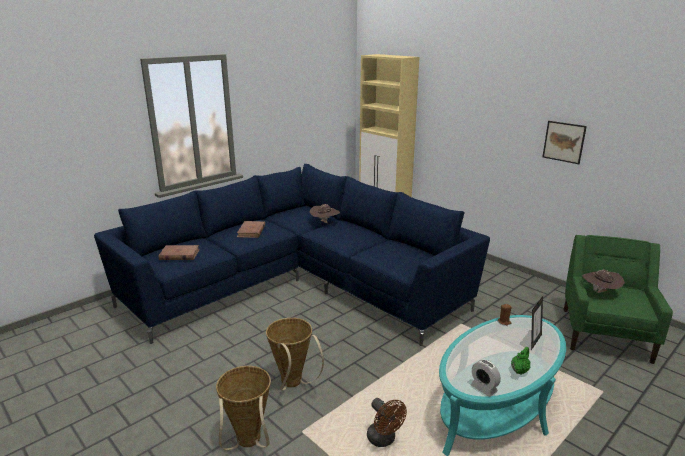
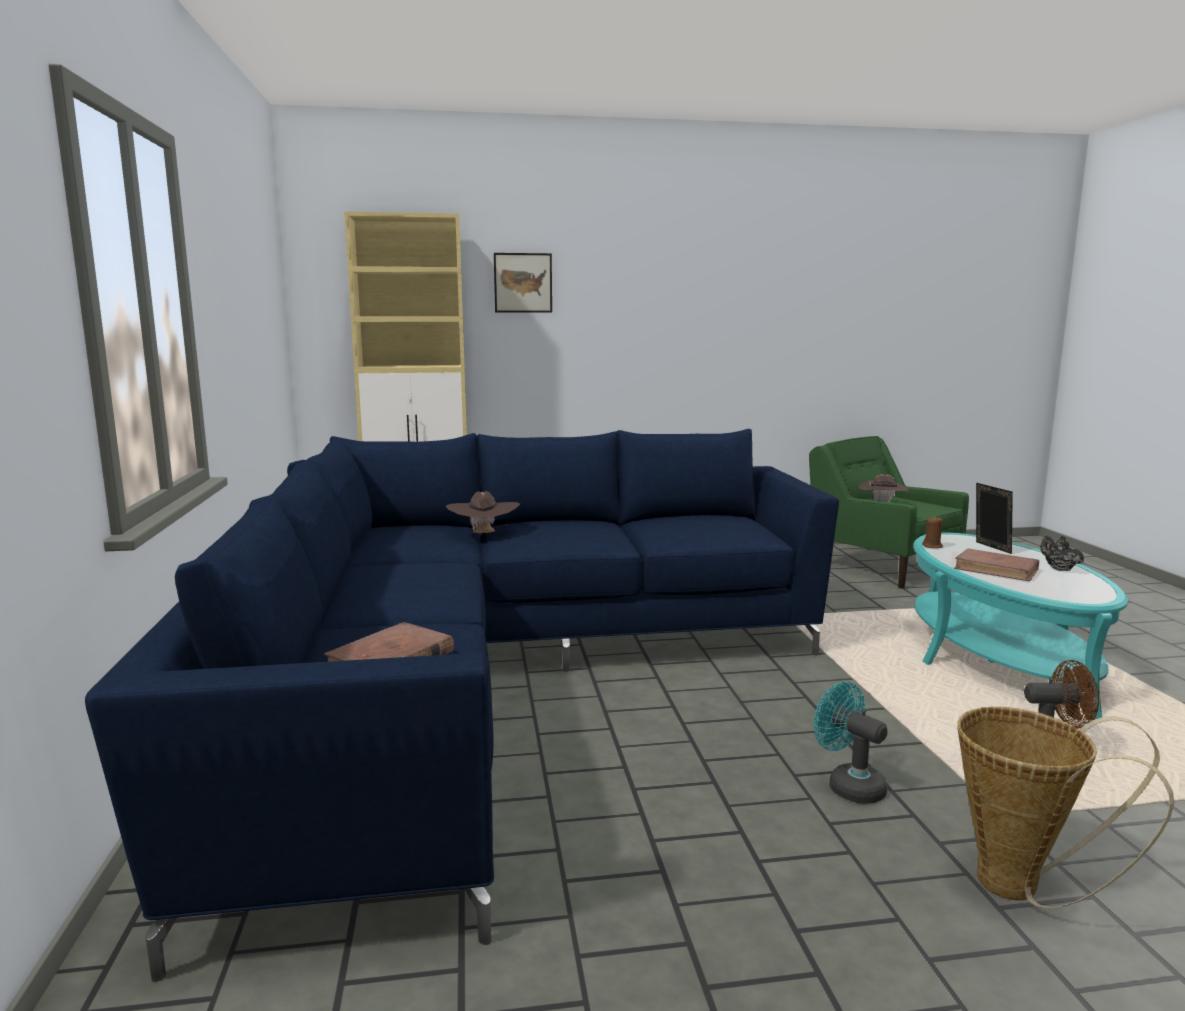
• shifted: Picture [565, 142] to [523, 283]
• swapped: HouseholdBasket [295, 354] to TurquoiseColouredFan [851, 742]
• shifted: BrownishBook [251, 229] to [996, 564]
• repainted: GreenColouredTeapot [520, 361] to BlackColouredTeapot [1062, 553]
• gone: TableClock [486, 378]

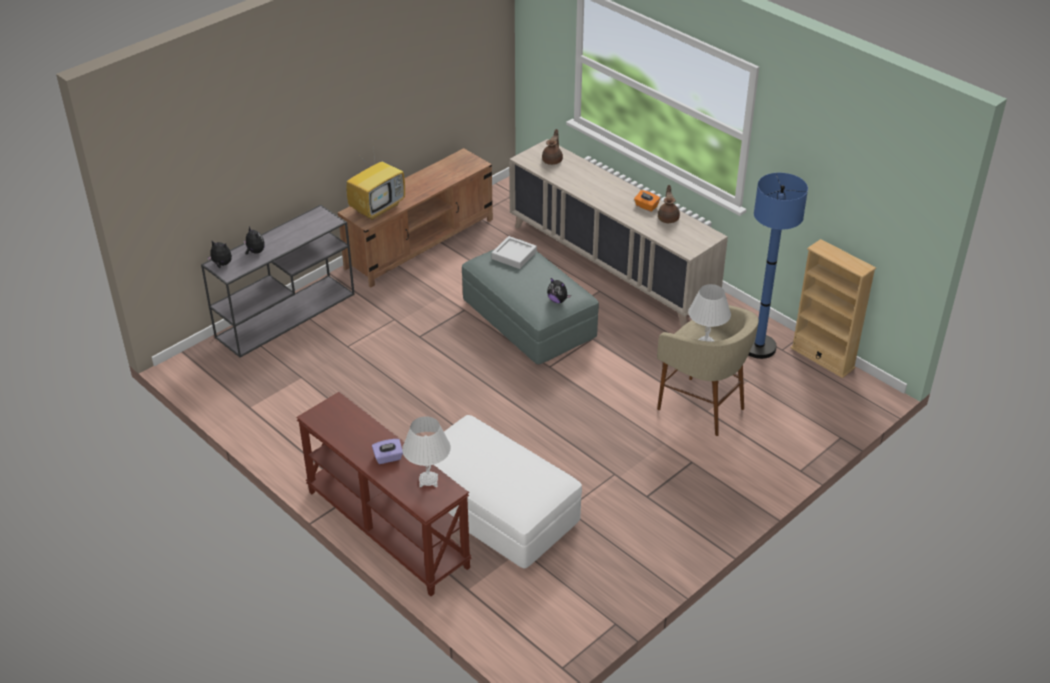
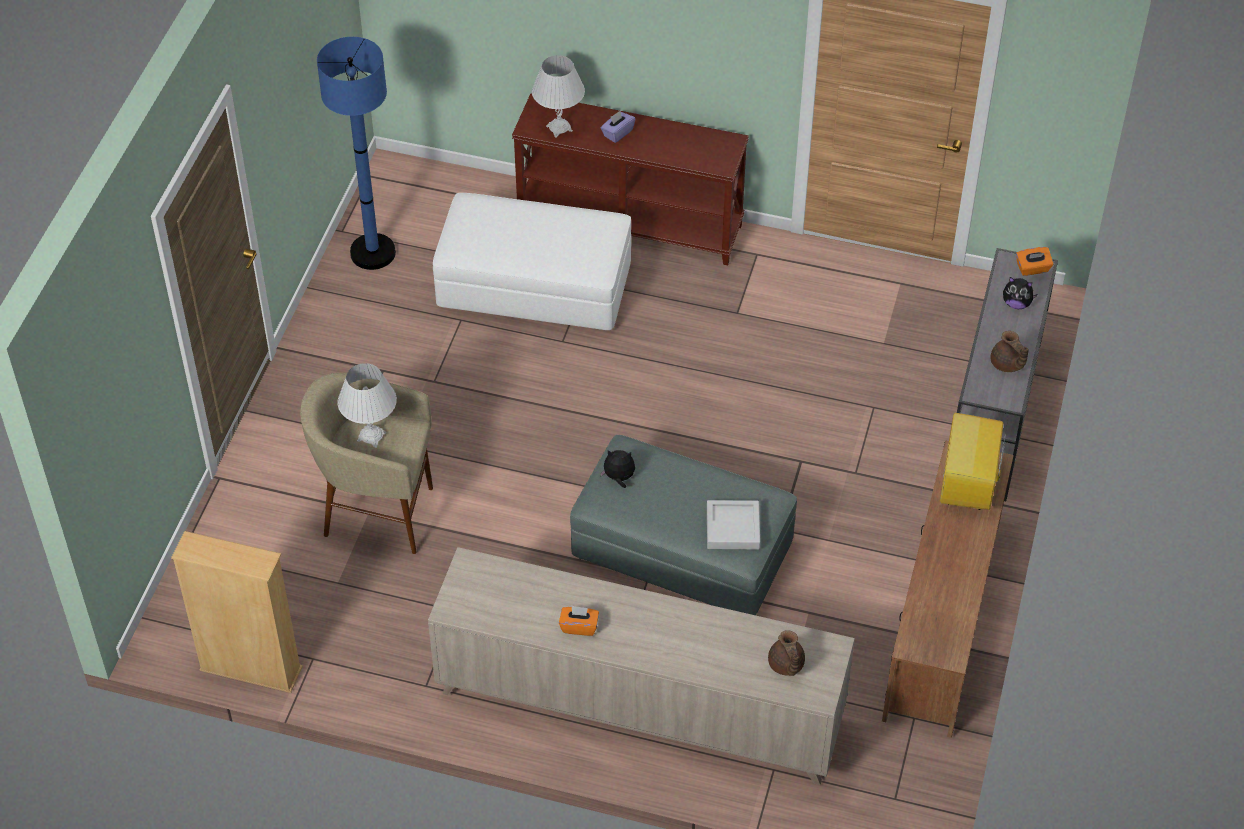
• shifted: BlueStandardLamp [778, 266] to [356, 153]
• shifted: BrownishTeapot [669, 204] to [1010, 351]
• swapped: SoftToy [219, 254] to OrangeColouredBoxOfTissues [1034, 261]

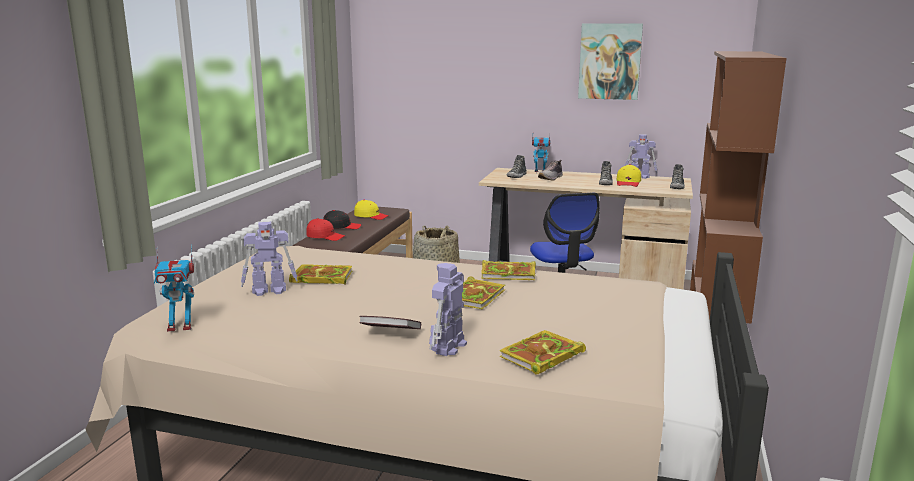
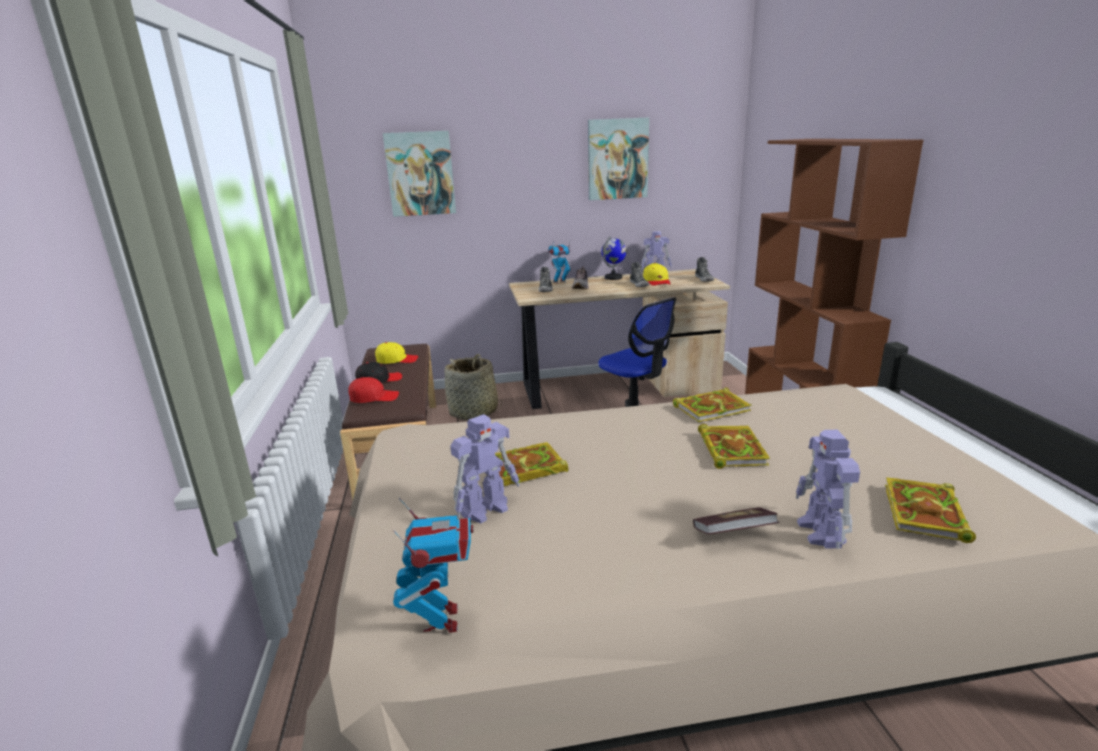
• new: Picture [419, 174]
• rotated: RobotFigure [174, 288] = [433, 565] 60 degrees counterclockwise
• new: Globe [614, 258]

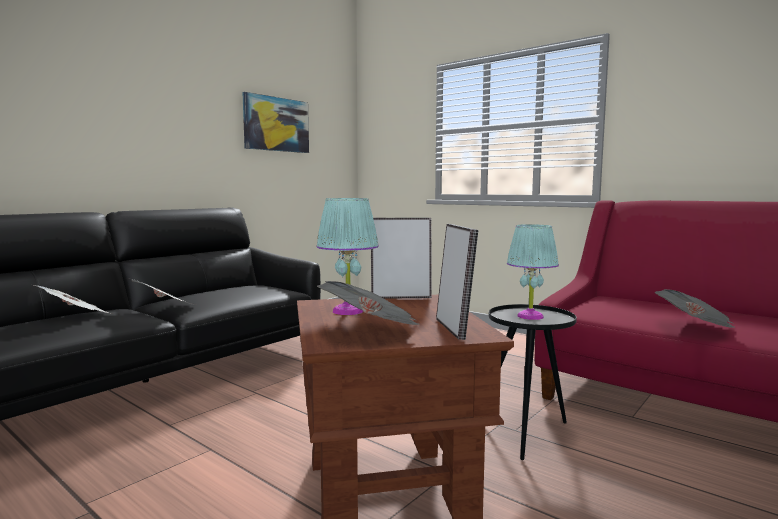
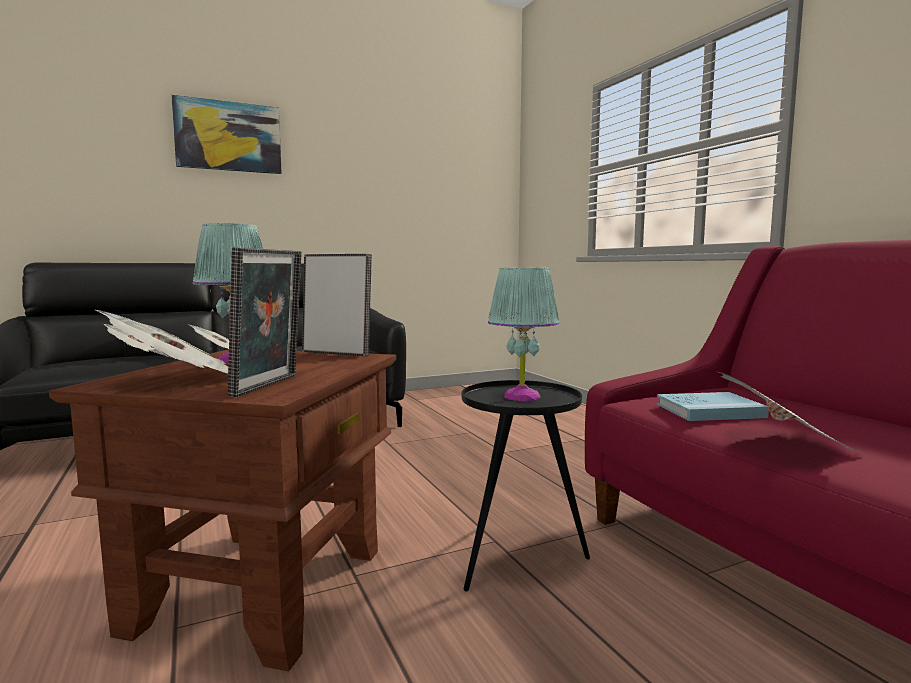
• shifted: Picture [275, 122] to [226, 134]
• new: BlueBook [713, 406]

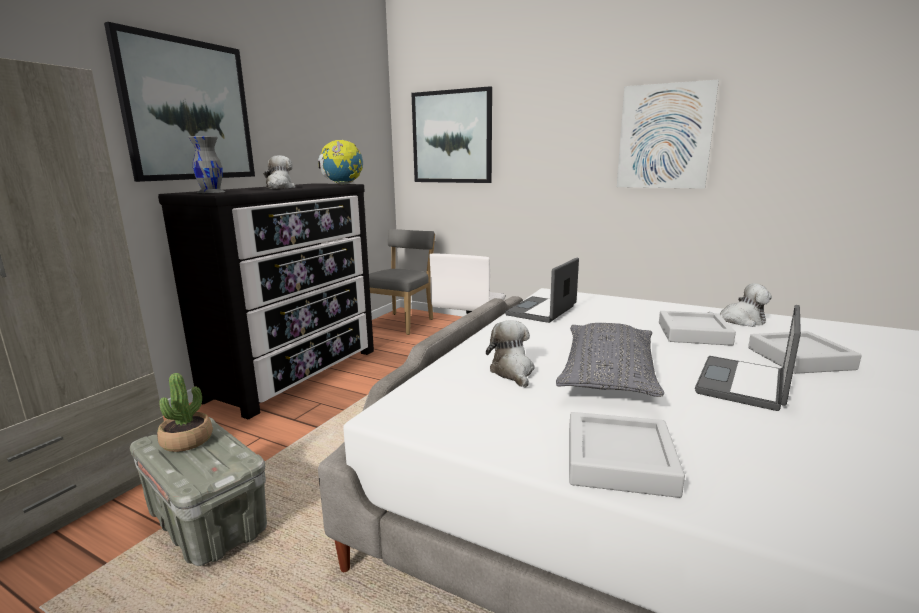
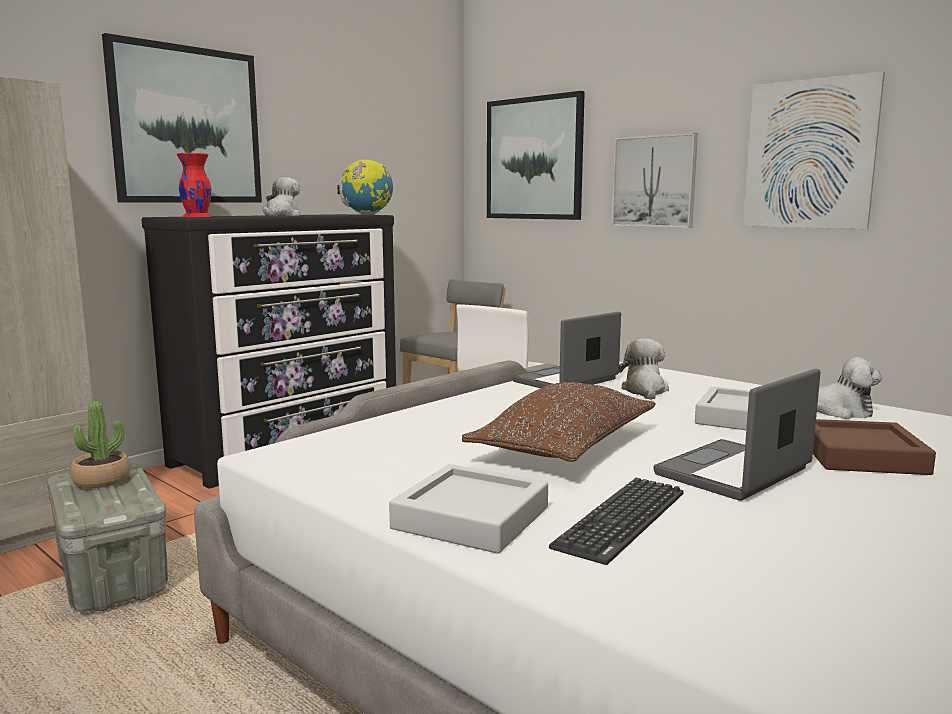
• repainted: GrayDecorativeVase [206, 164] to RedDecorativeVase [194, 185]
• repainted: GrayPillow [610, 360] to BrownishPillow [559, 422]
• new: PcKeyboard [616, 521]
• new: Picture [654, 180]
• shifted: SoftToy [510, 354] to [643, 369]
• repainted: GrayServingTray [805, 352] to BrownishServingTray [874, 447]

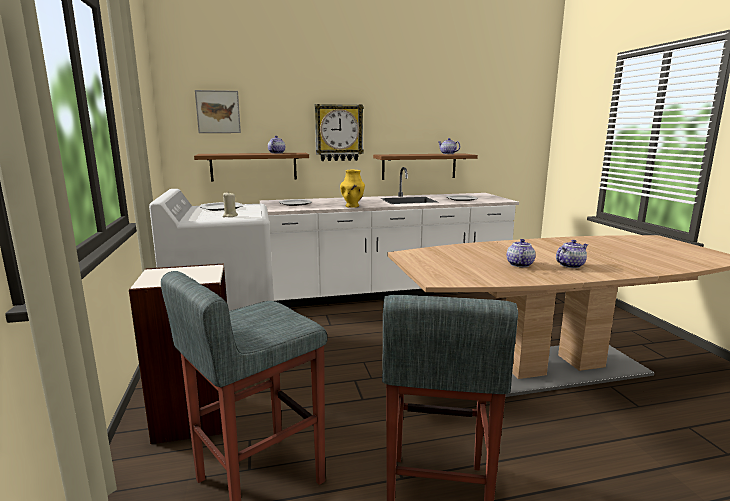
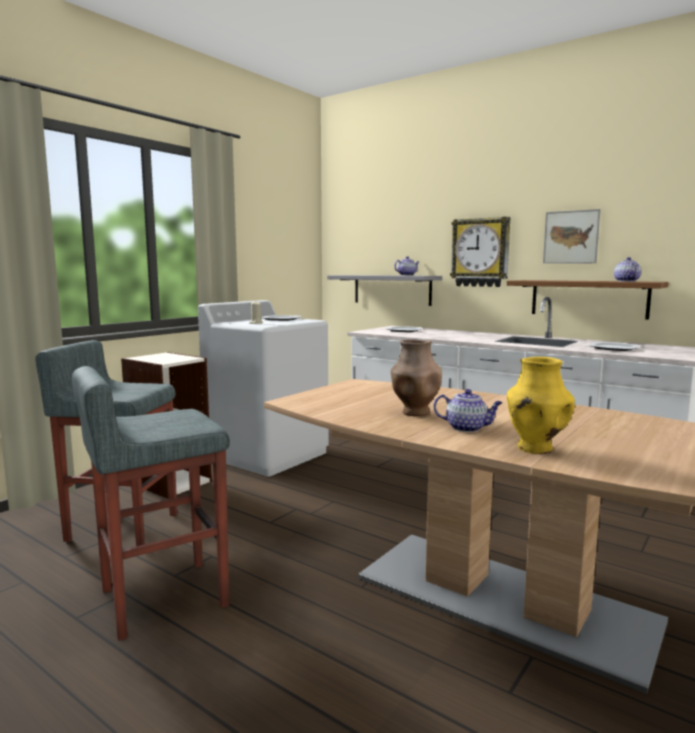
• repainted: BrownishWallShelf [251, 167] to GrayWallShelf [384, 290]
• swapped: Teapot [521, 253] to BrownishDecorativeVase [416, 377]
• shifted: YellowishDecorativeVase [352, 189] to [541, 405]
• shifted: Picture [218, 111] to [572, 236]

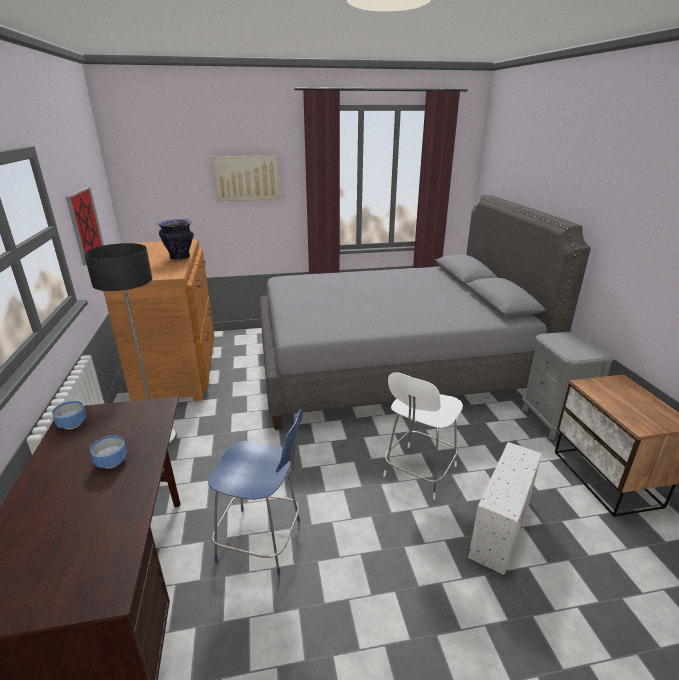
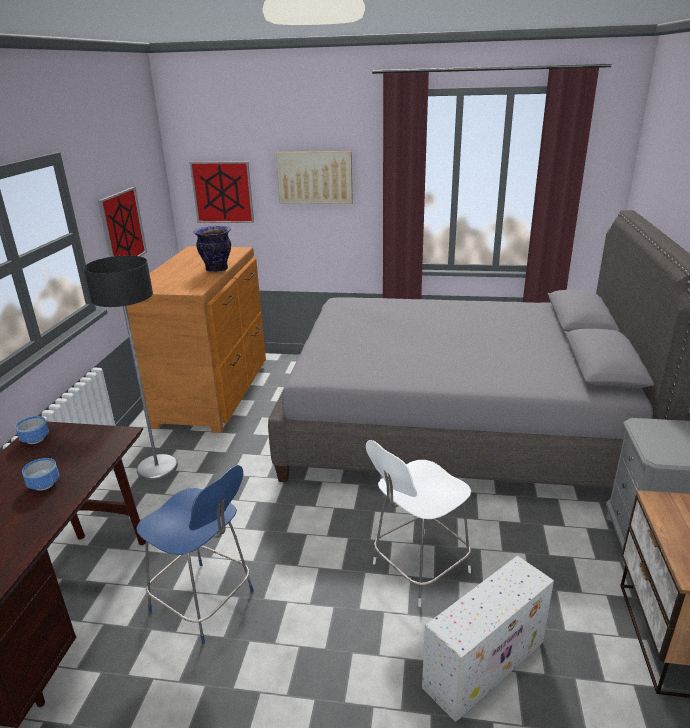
• new: Picture [221, 192]

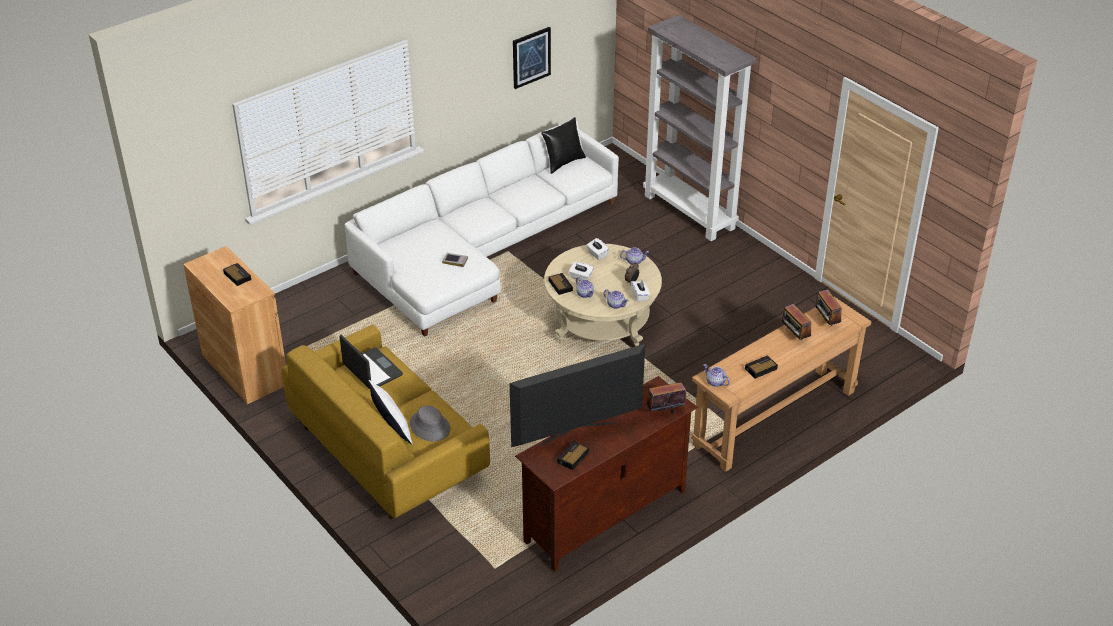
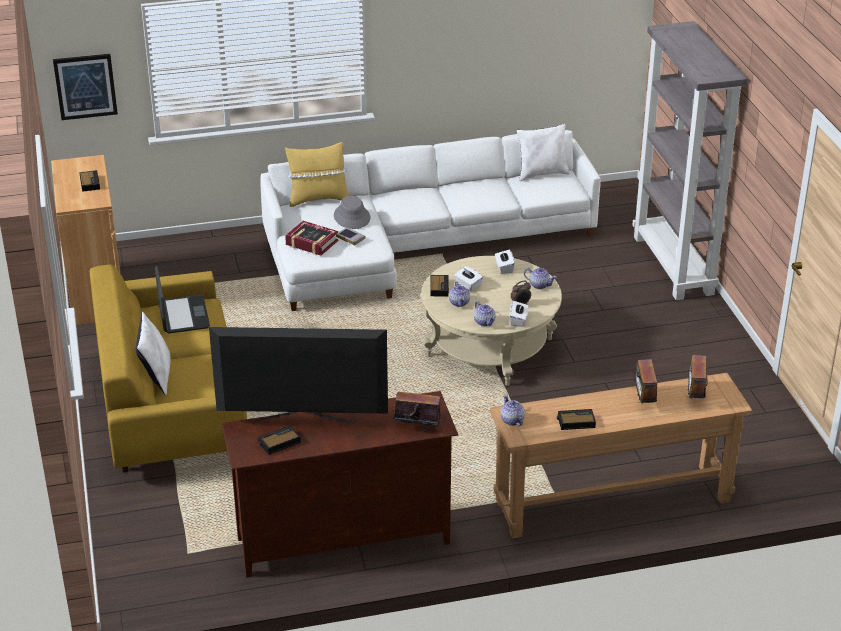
• shifted: Picture [532, 58] to [85, 87]
• new: YellowishPillow [317, 174]
• new: Book [312, 238]
• shifted: GrayHat [430, 424] to [352, 212]
• repainted: BlackColouredPillow [563, 145] to WhitishPillow [543, 152]

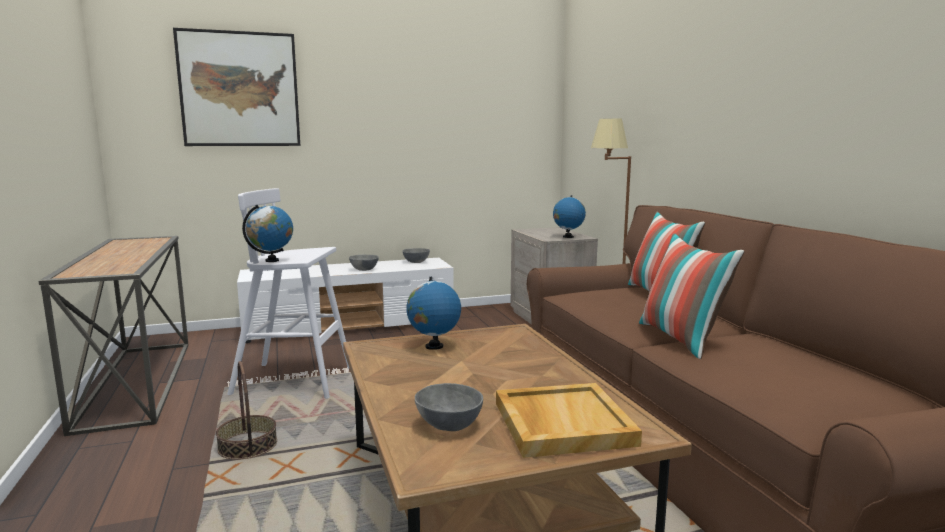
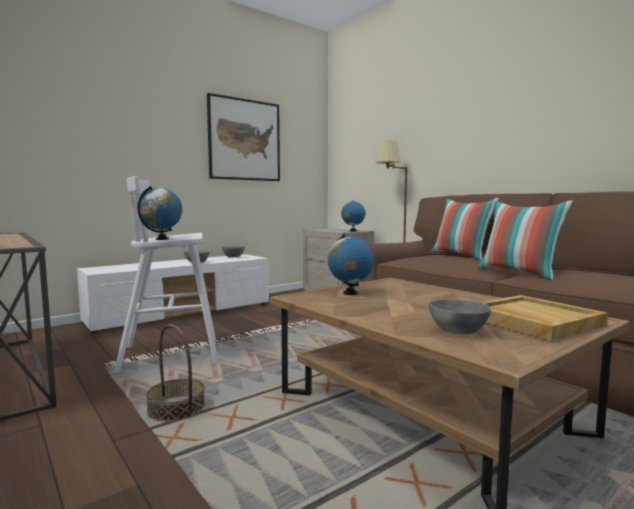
• shifted: Picture [236, 87] to [243, 137]

